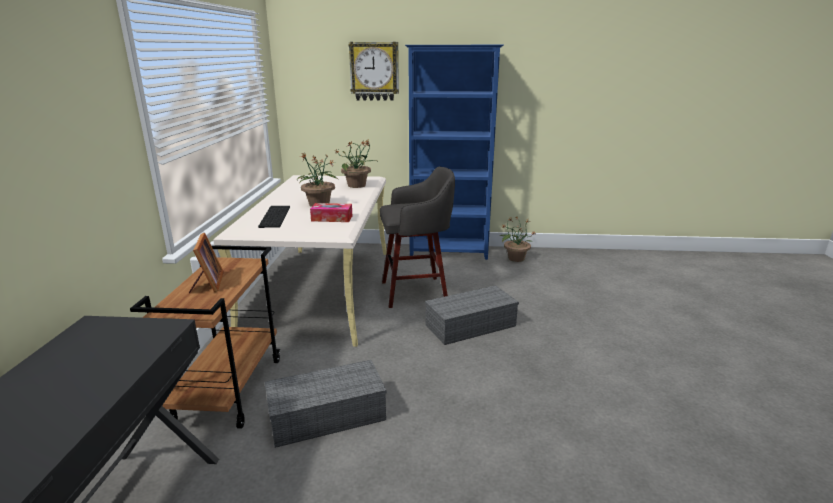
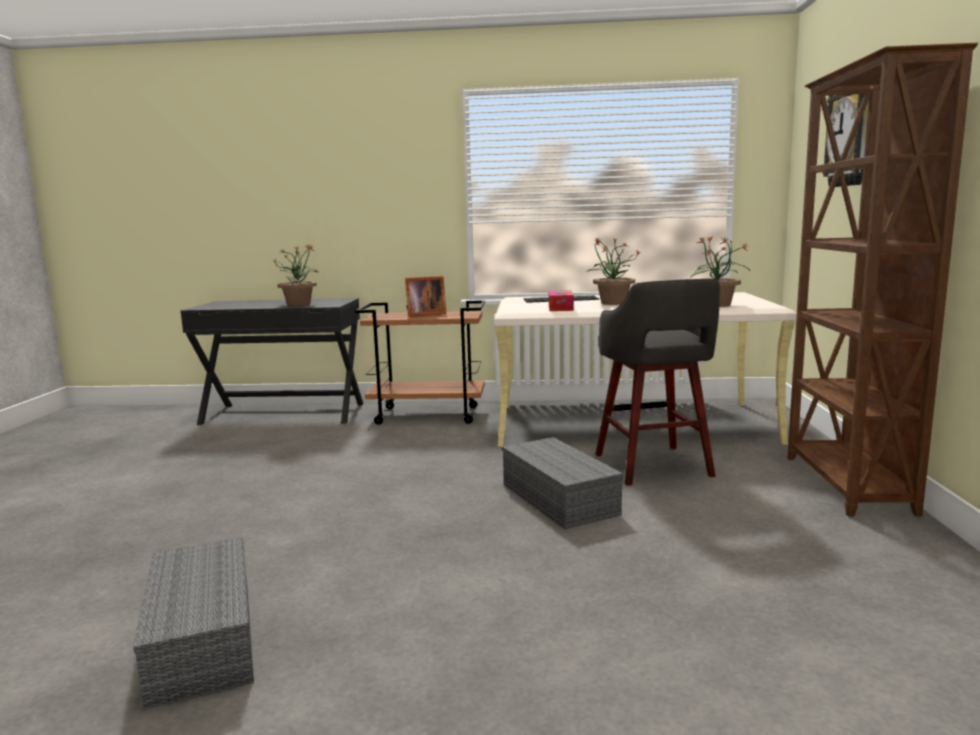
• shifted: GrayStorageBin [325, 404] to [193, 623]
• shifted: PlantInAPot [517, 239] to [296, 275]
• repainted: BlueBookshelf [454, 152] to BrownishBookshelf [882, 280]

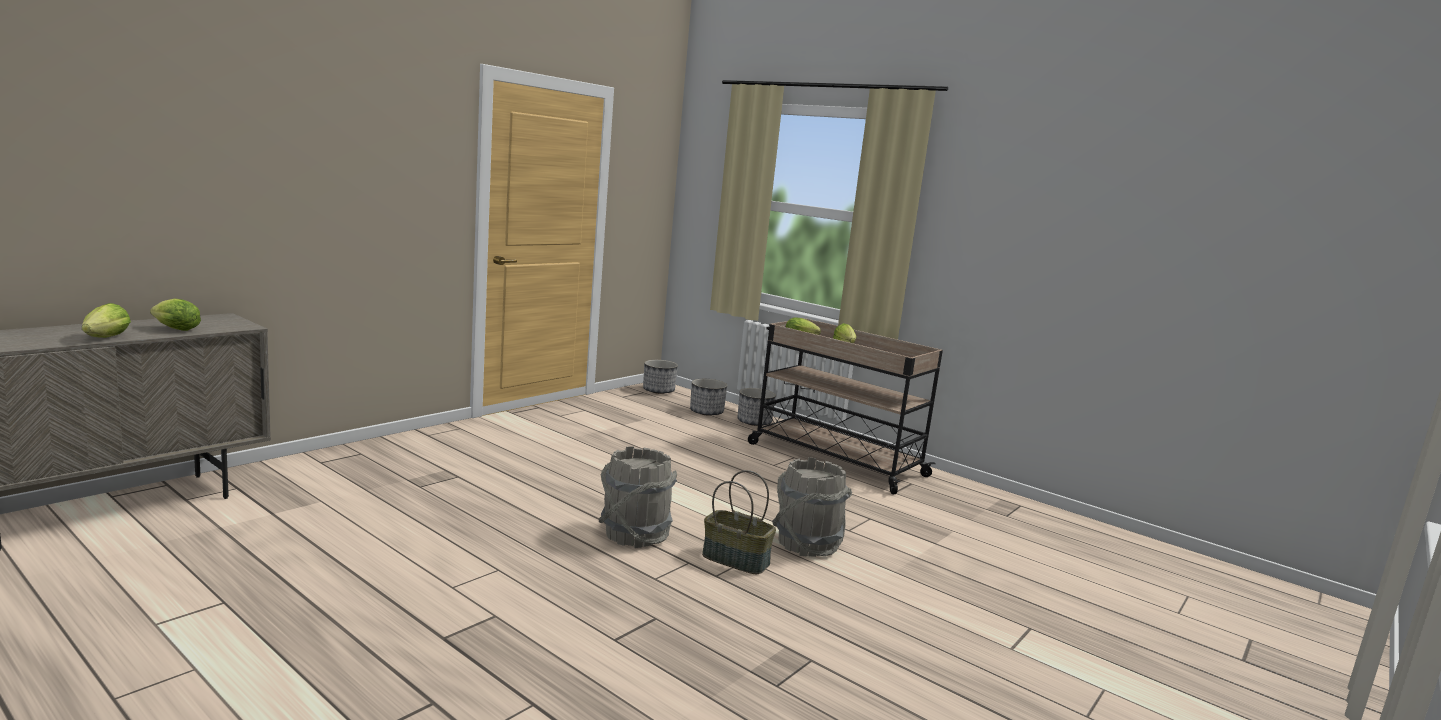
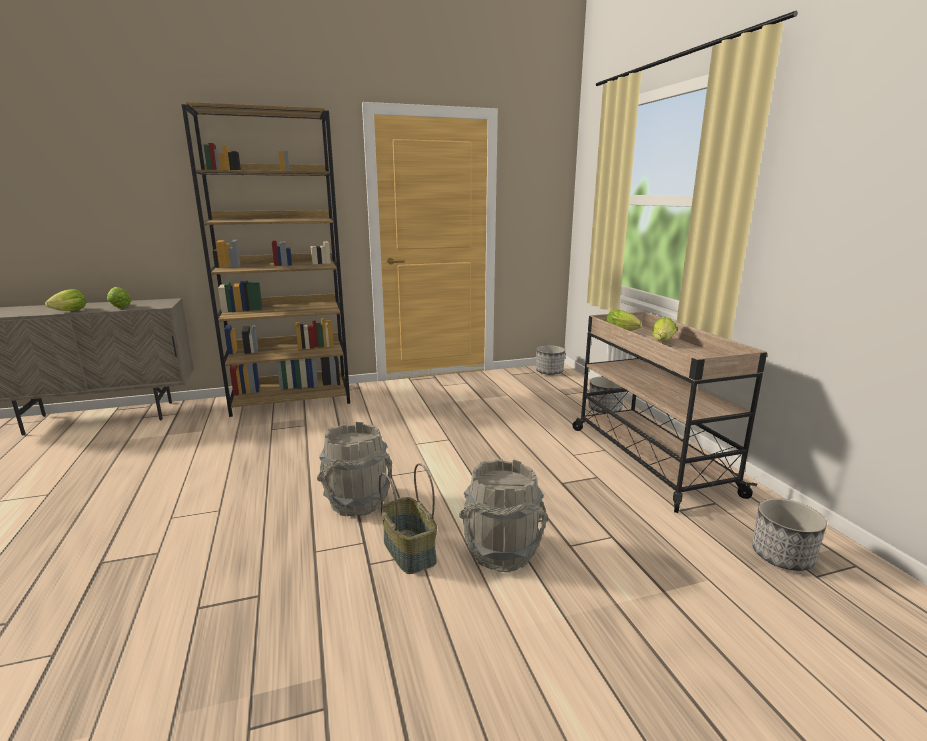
• new: BrownishBookshelf [265, 259]
• shifted: Planter [708, 397] to [789, 534]

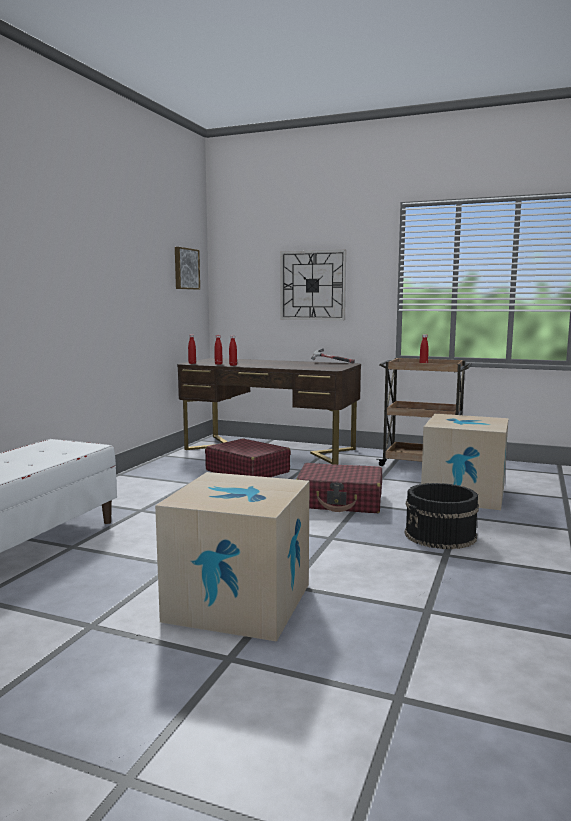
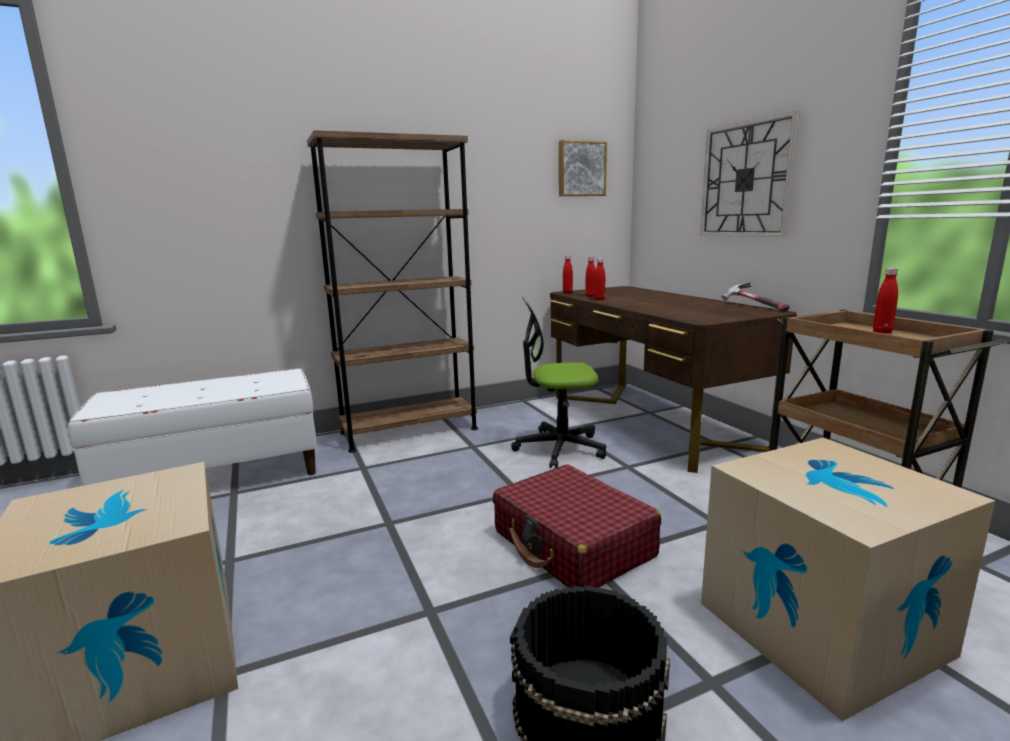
• new: BrownishBookshelf [392, 291]
• swapped: RedTravelCase [248, 457] to OfficeChair [558, 382]

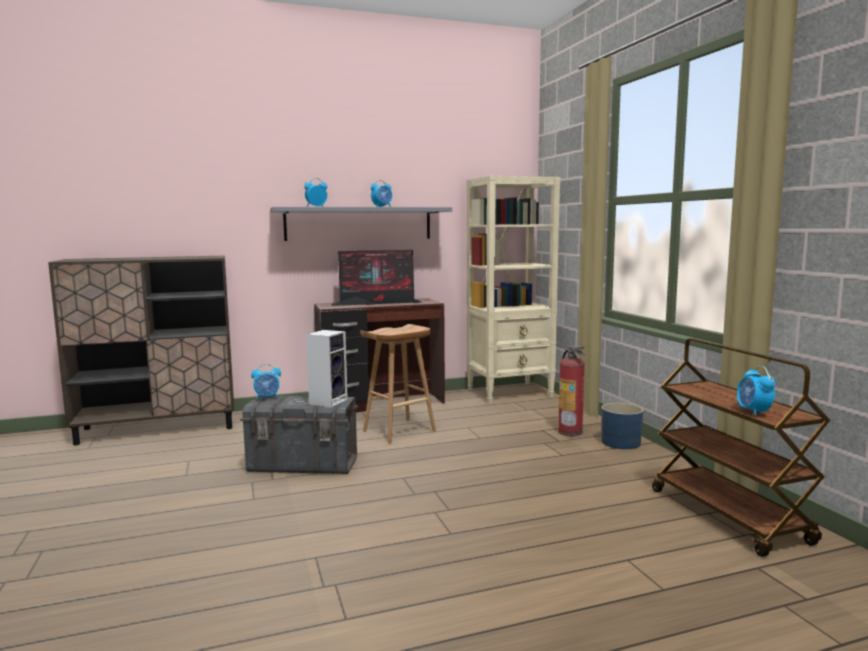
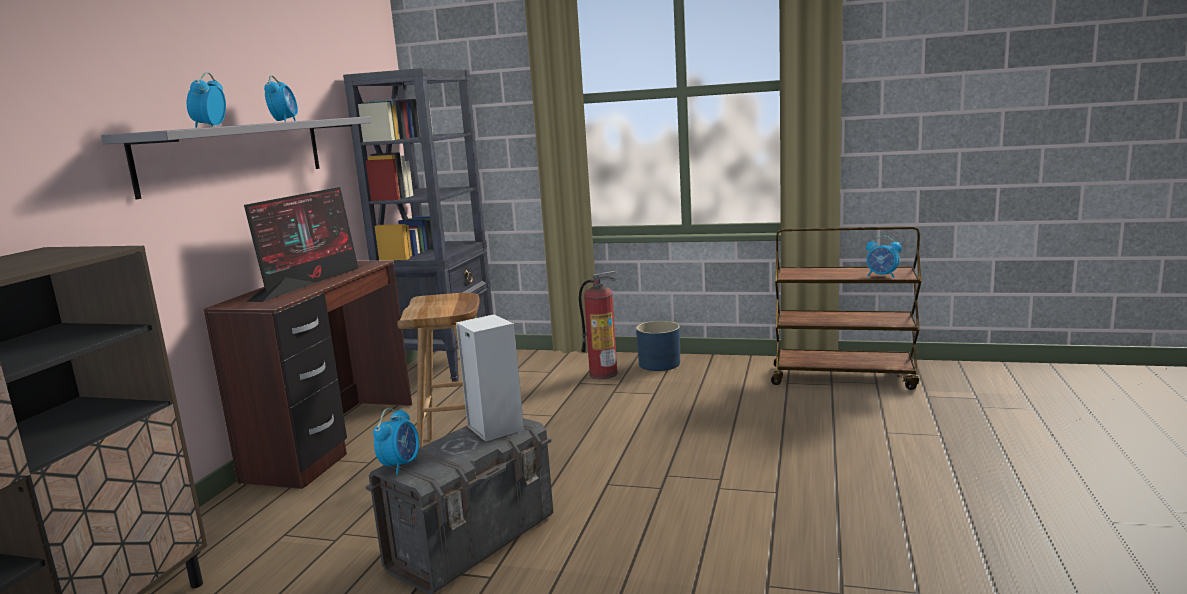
• repainted: BeigeColouredBookshelf [514, 289] to BlackColouredBookshelf [418, 225]

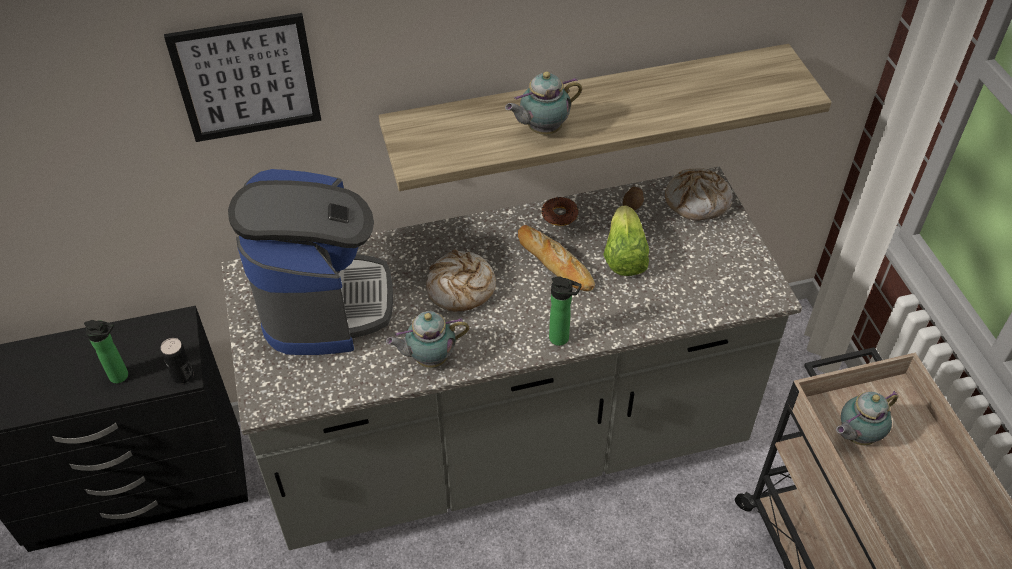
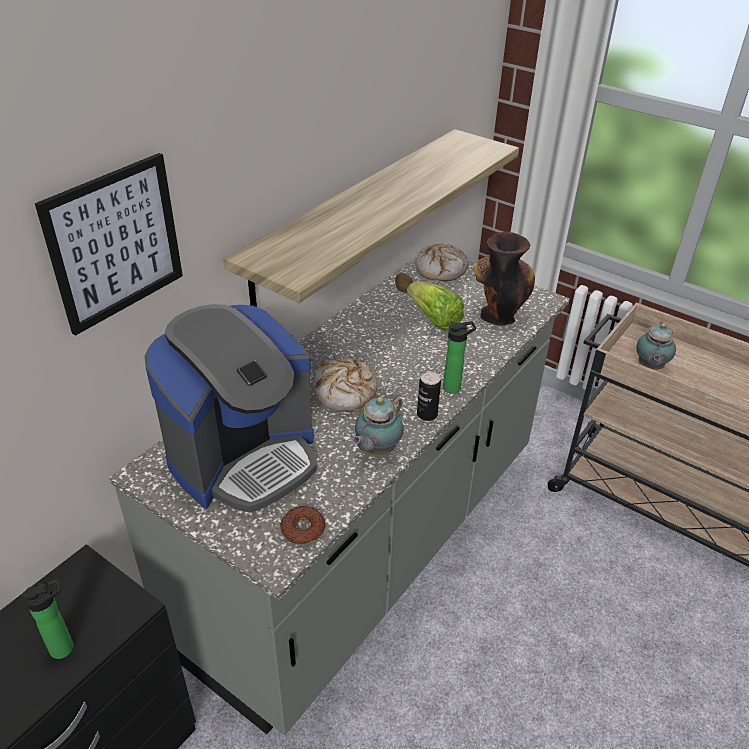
• rotated: CoffeeBrewer [310, 262] = [231, 408] 90 degrees clockwise
• shifted: RingDoughnut [560, 211] to [302, 525]
• shifted: SealedCan [177, 361] to [429, 396]
• new: DecorativeVase [504, 279]
• gone: Teapot [543, 103]
• gone: BakeryBread [556, 258]

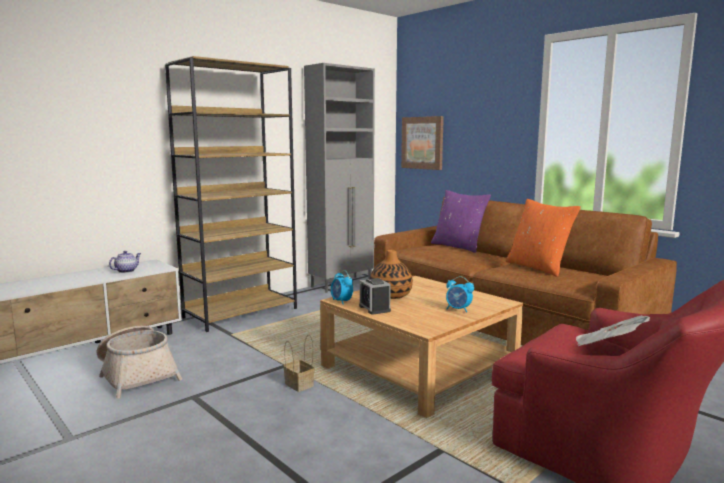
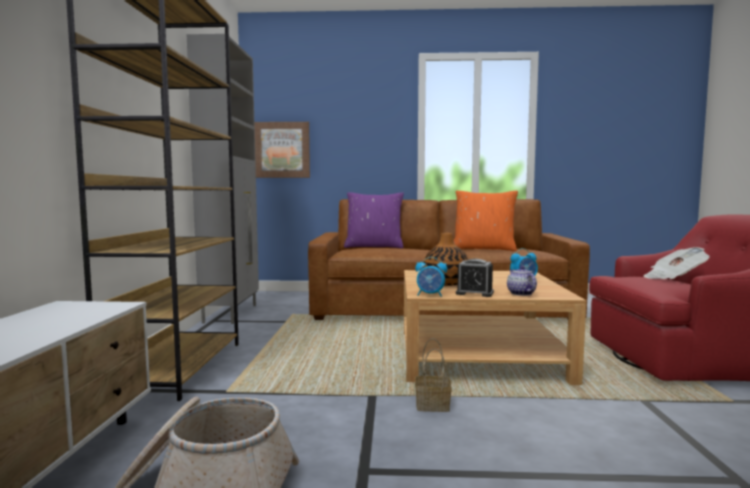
• shifted: Teapot [125, 262] to [522, 281]

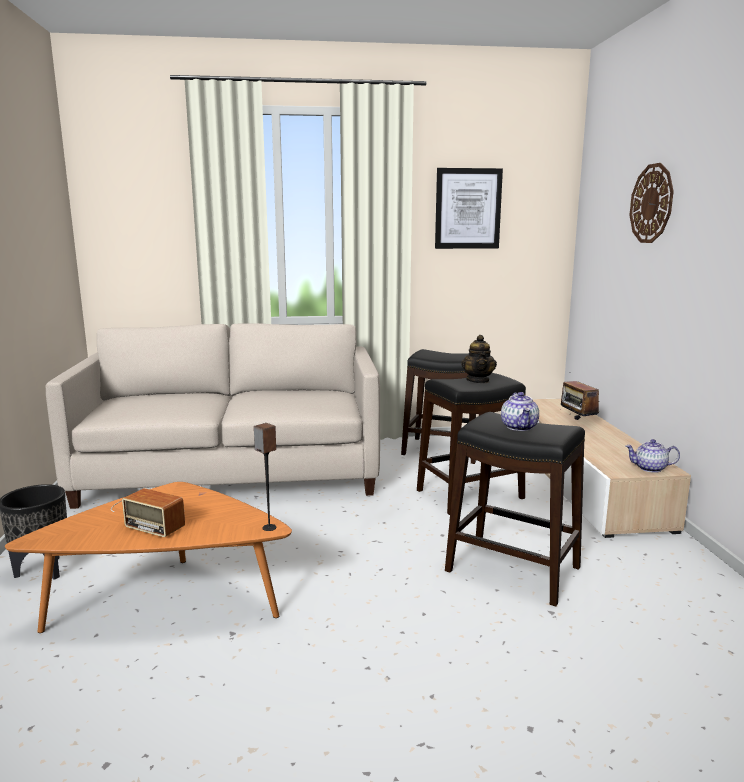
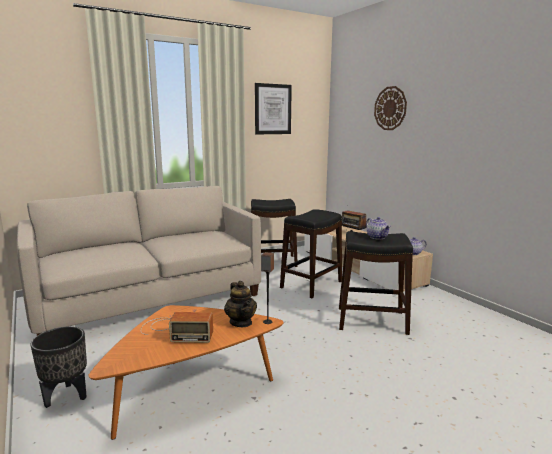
• shifted: Teapot [479, 359] to [240, 304]

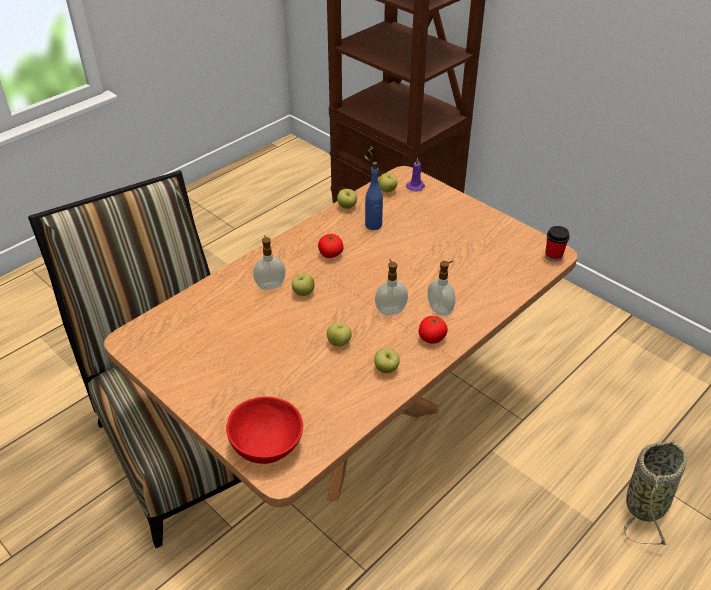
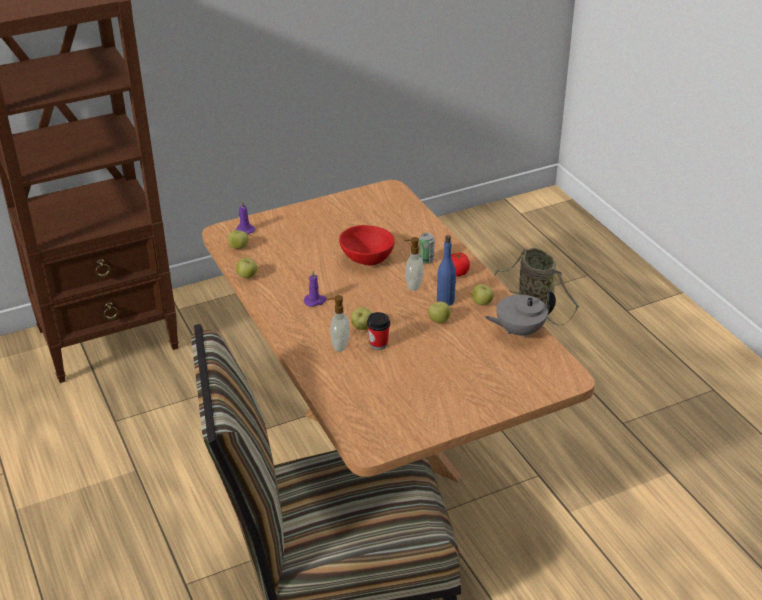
• swapped: WholeTomato [330, 246] to PurpleCandle [315, 289]
• shifted: RedDeepDish [264, 430] to [367, 245]
• shifted: DrinkingCup [557, 244] to [378, 331]
• swapped: SoapBottle [441, 288] to SealedCan [427, 248]
• shifted: BlueBeverageBottle [374, 196] to [447, 270]
• new: GrayTeapot [520, 313]

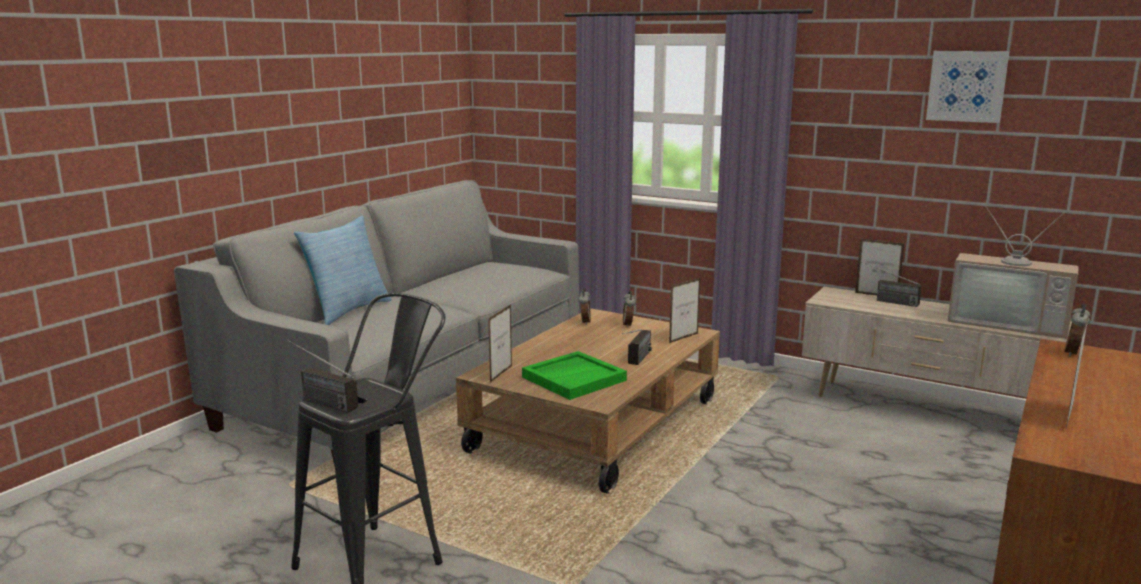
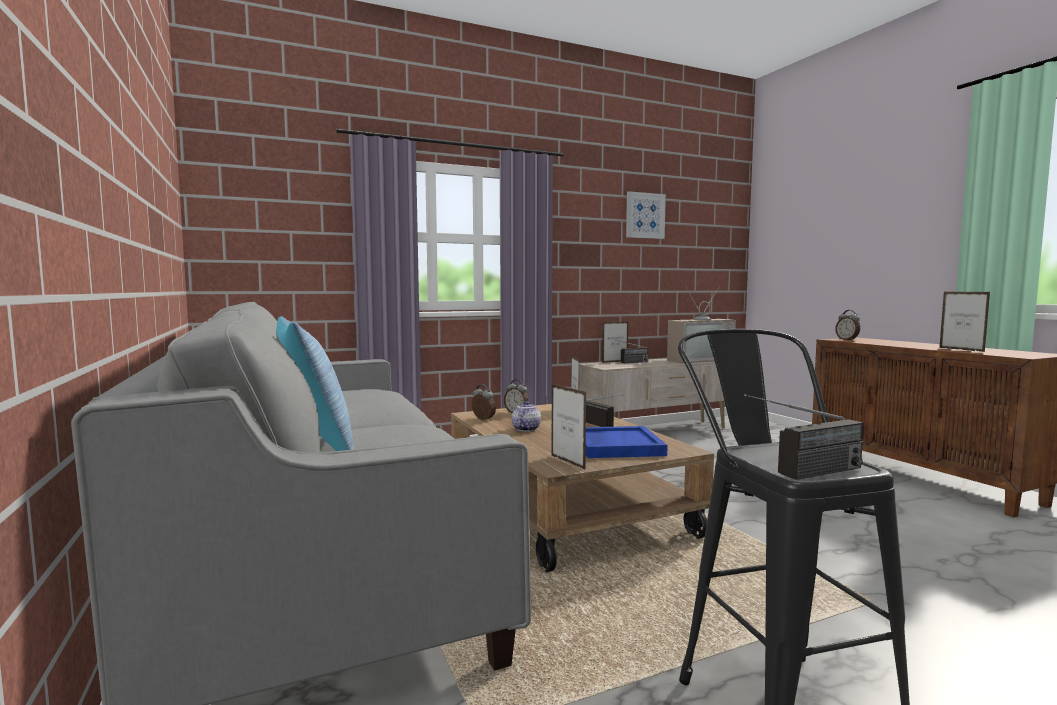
• new: Teapot [526, 416]
• repainted: GreenColouredServingTray [574, 375] to BlueServingTray [627, 442]

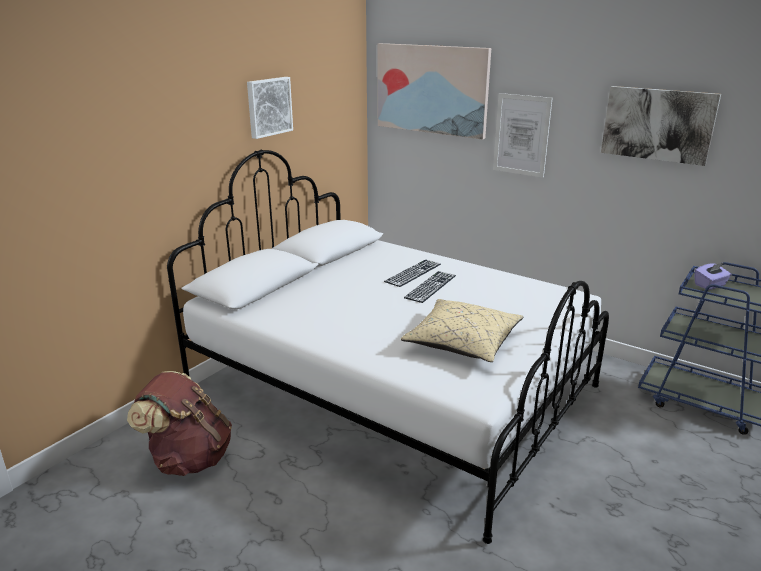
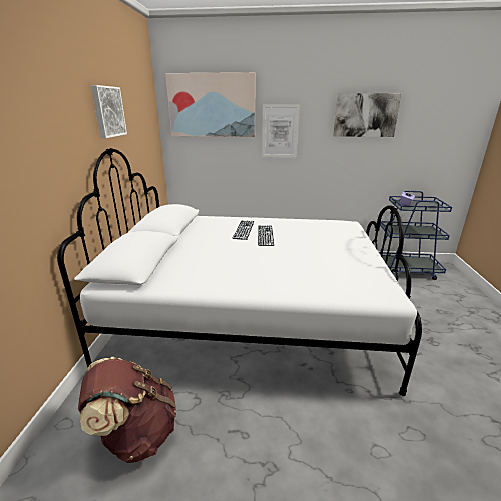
• gone: BeigeColouredPillow [462, 330]

